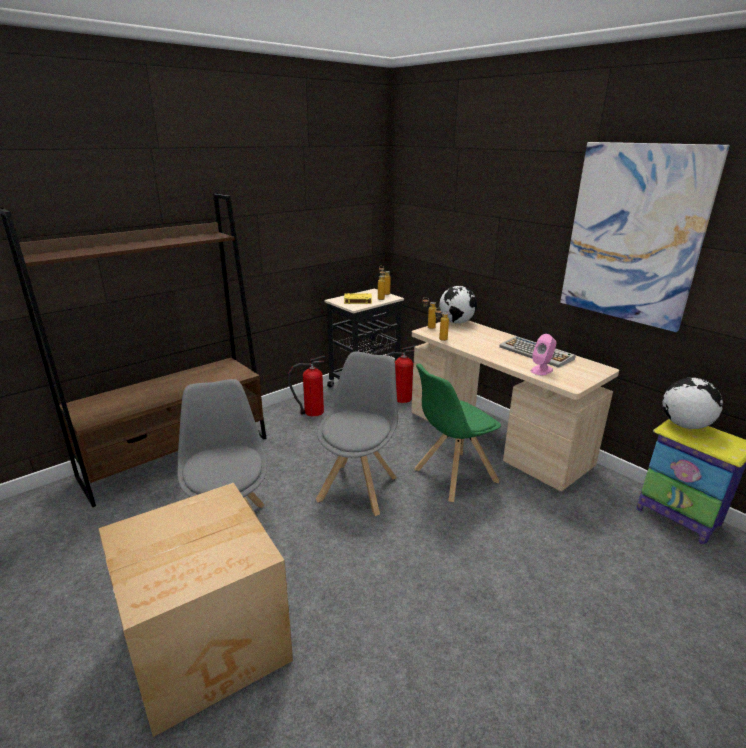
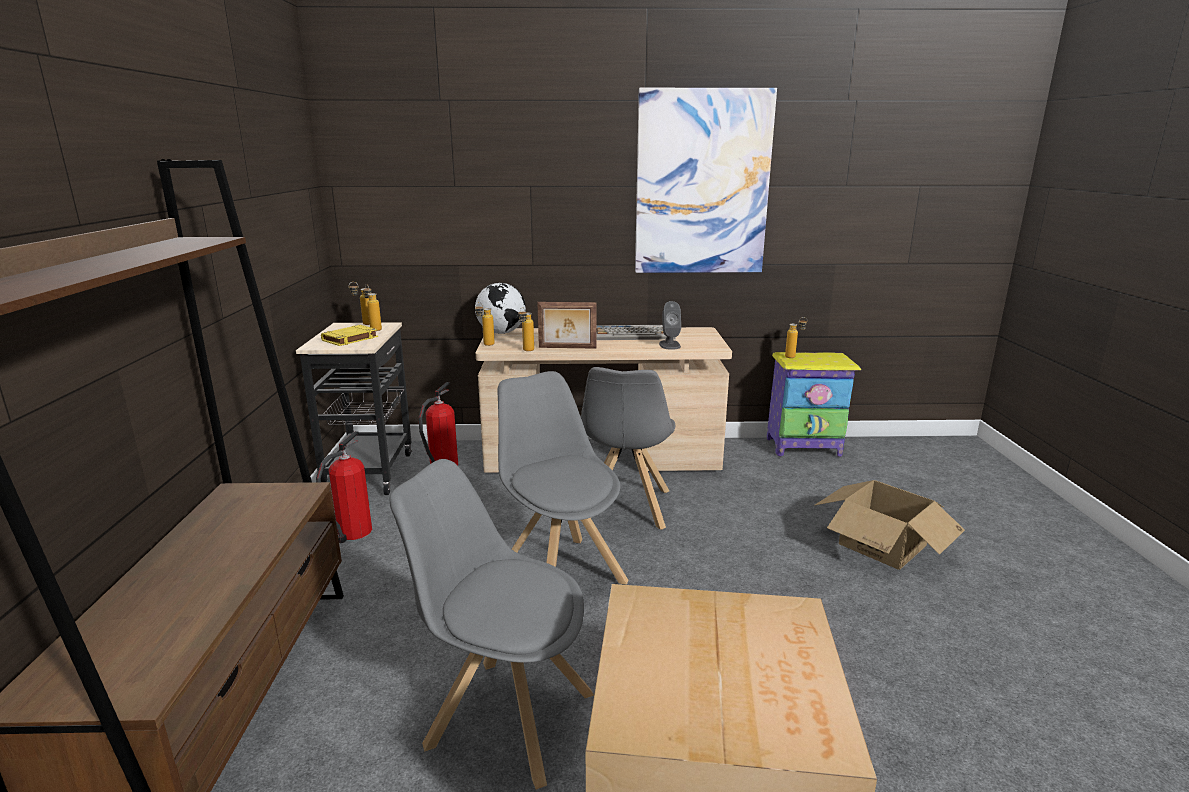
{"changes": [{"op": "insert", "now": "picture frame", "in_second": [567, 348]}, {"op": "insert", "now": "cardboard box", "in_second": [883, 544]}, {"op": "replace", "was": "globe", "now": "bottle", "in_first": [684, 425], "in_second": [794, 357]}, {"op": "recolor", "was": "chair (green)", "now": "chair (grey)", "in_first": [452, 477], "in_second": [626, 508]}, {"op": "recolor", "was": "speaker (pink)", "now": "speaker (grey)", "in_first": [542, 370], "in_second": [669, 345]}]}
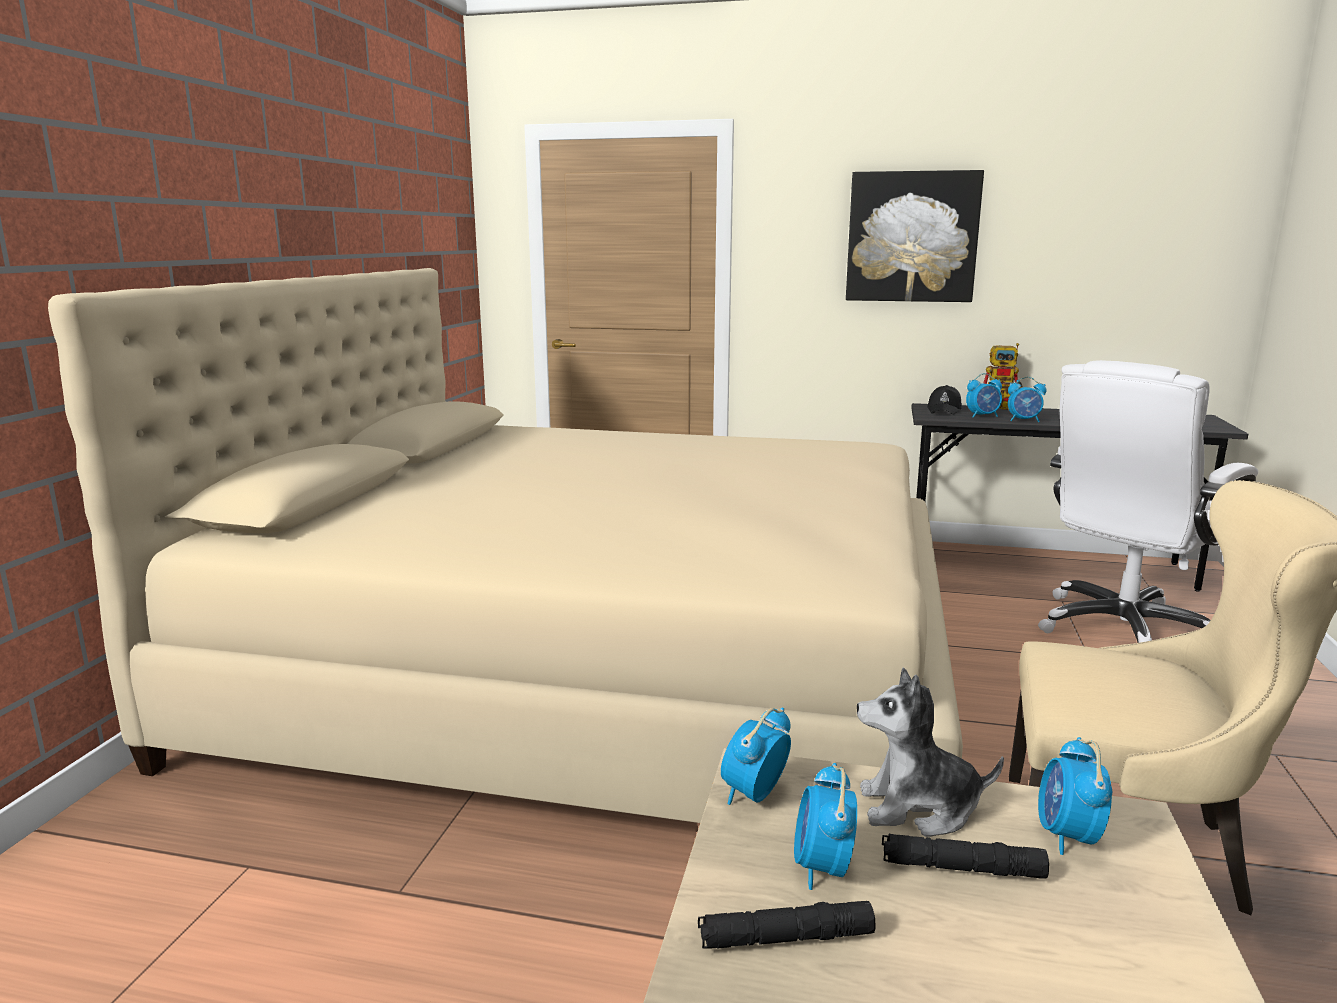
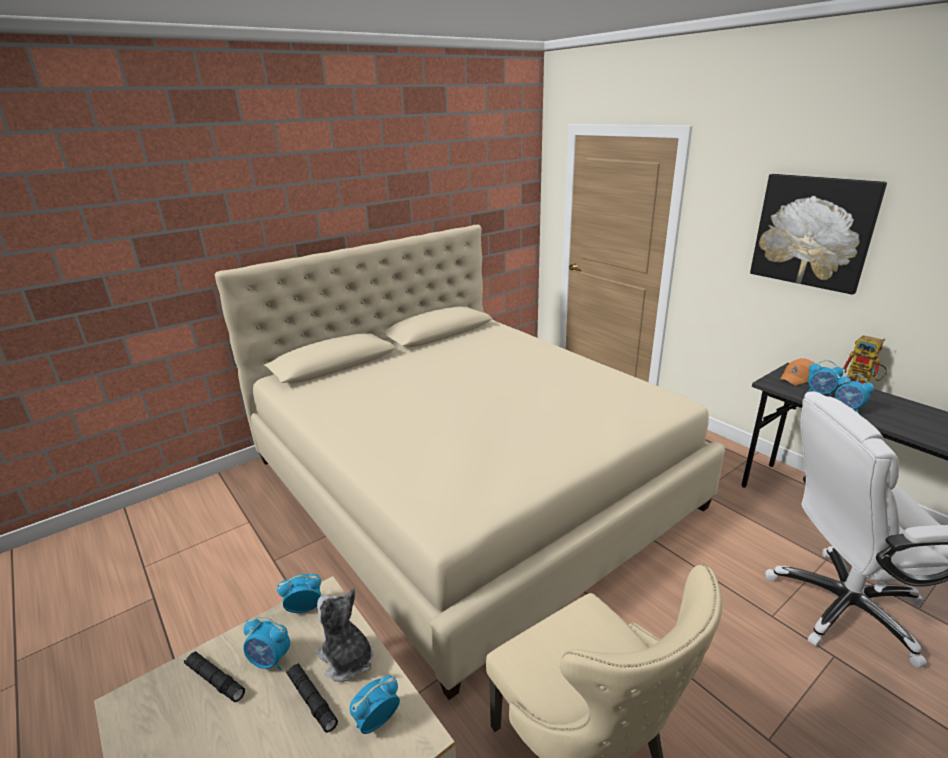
{"changes": [{"op": "recolor", "was": "cap (black)", "now": "cap (orange)", "in_first": [944, 410], "in_second": [799, 378]}, {"op": "rotate", "was": "alarm clock", "in_first": [822, 868], "in_second": [270, 660], "clockwise": -120}]}
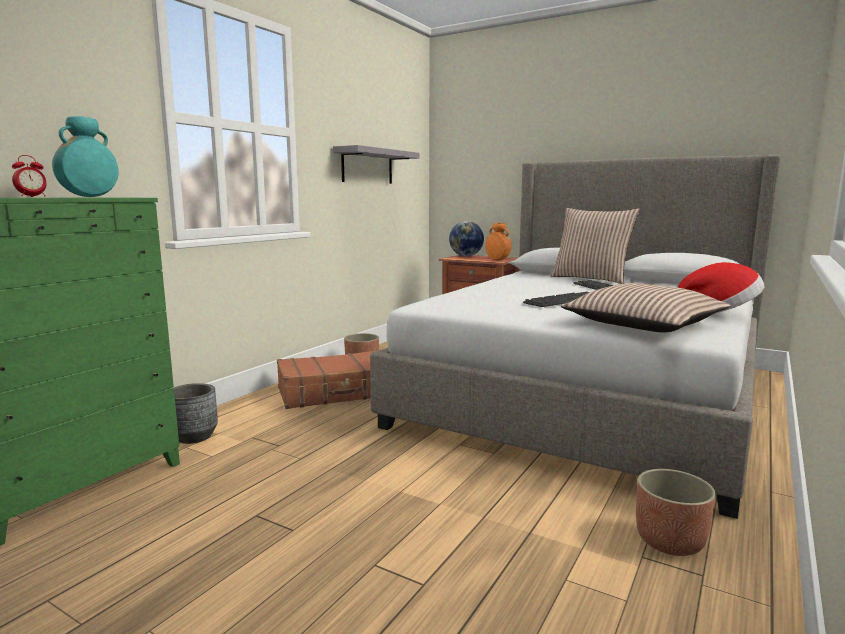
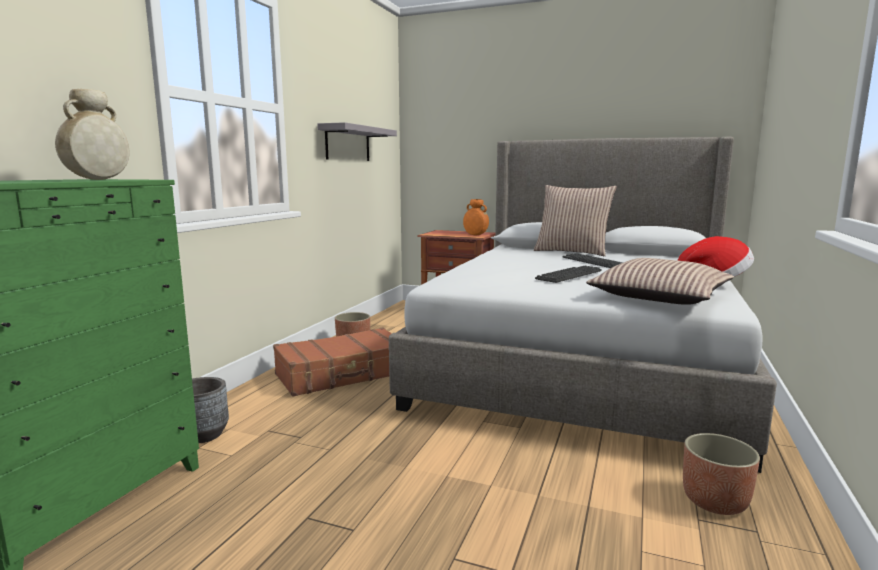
{"changes": [{"op": "delete", "was": "alarm clock", "in_first": [32, 197]}, {"op": "delete", "was": "globe", "in_first": [466, 256]}, {"op": "recolor", "was": "vase (turquoise)", "now": "vase (beige)", "in_first": [89, 197], "in_second": [98, 179]}]}
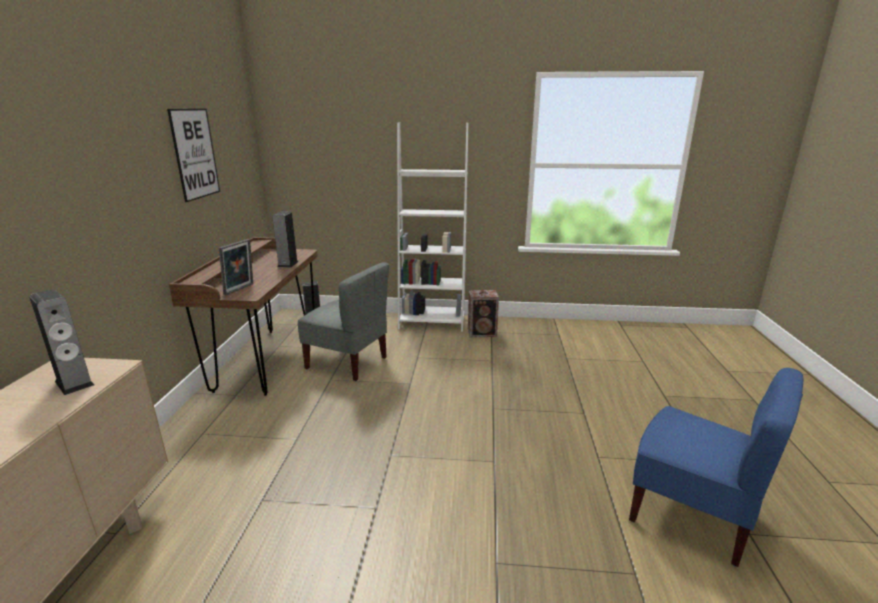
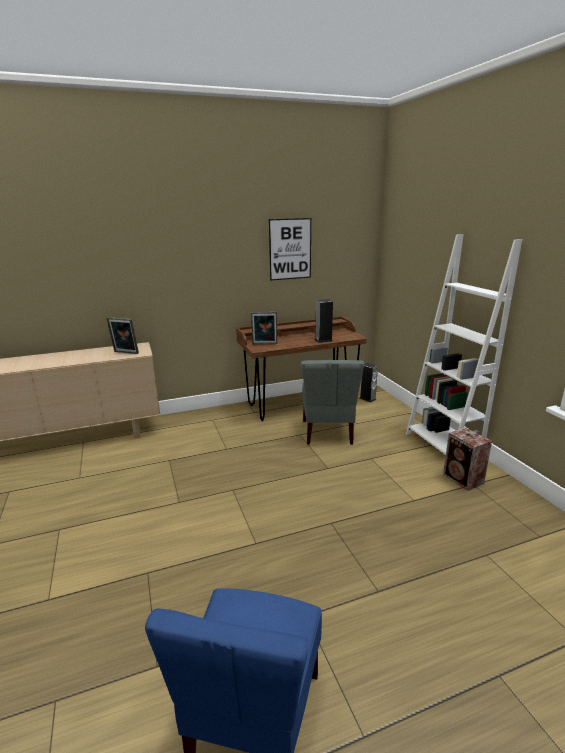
{"changes": [{"op": "replace", "was": "speaker", "now": "picture frame", "in_first": [74, 383], "in_second": [125, 353]}]}
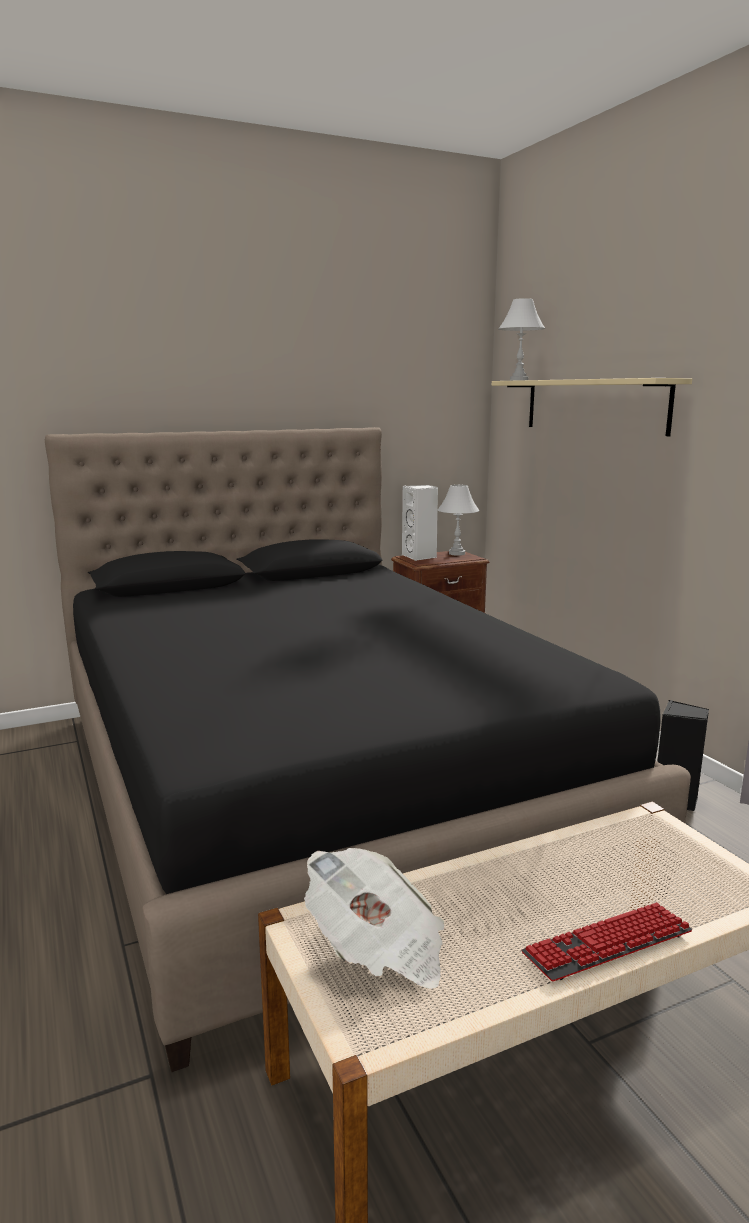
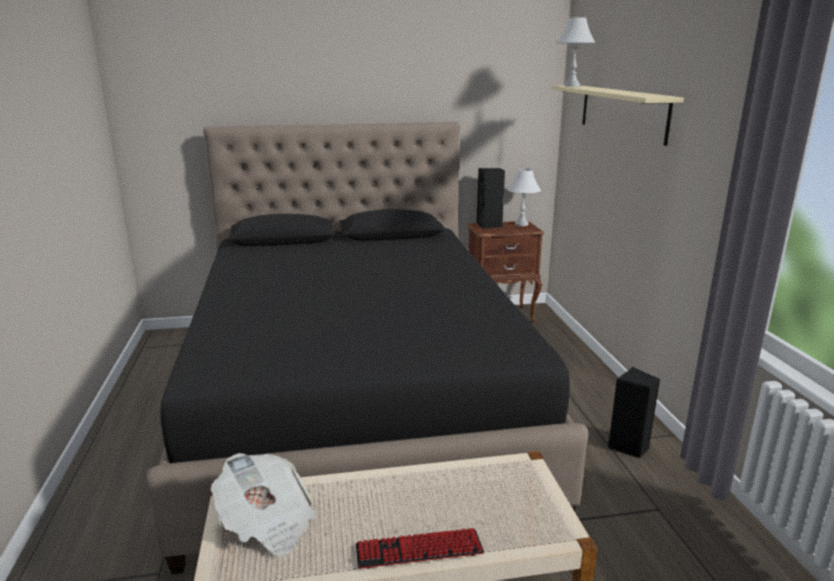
{"changes": [{"op": "recolor", "was": "speaker (white)", "now": "speaker (black)", "in_first": [420, 557], "in_second": [489, 225]}]}
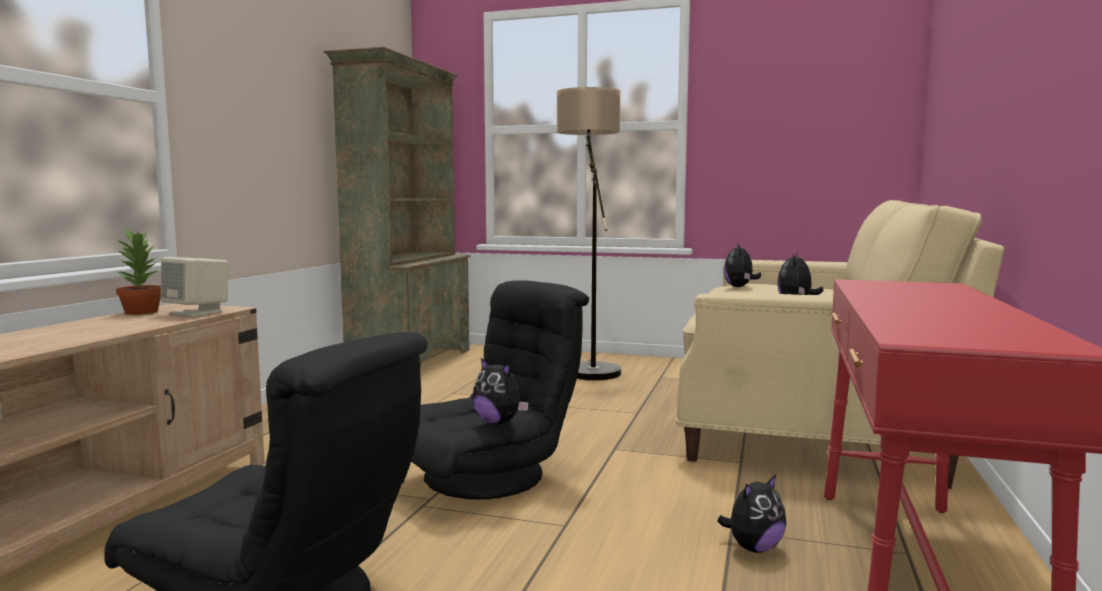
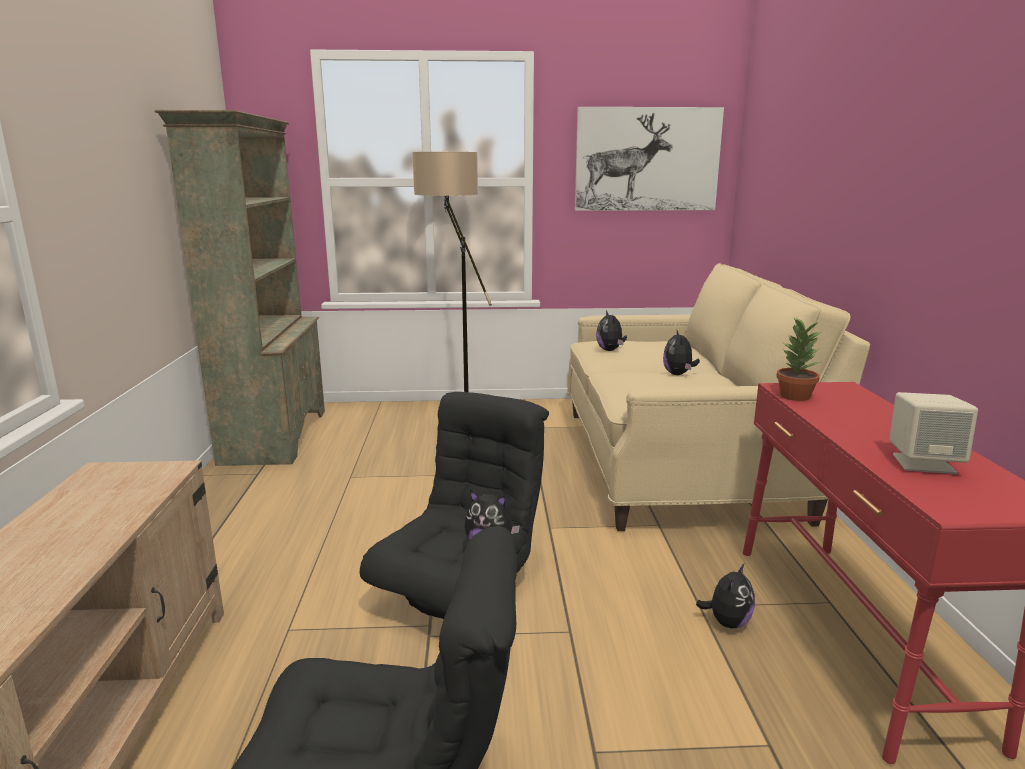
{"changes": [{"op": "insert", "now": "picture", "in_second": [647, 159]}, {"op": "move", "was": "potted plant", "in_first": [141, 312], "in_second": [794, 396]}, {"op": "move", "was": "speaker (beige)", "in_first": [197, 313], "in_second": [923, 463]}]}
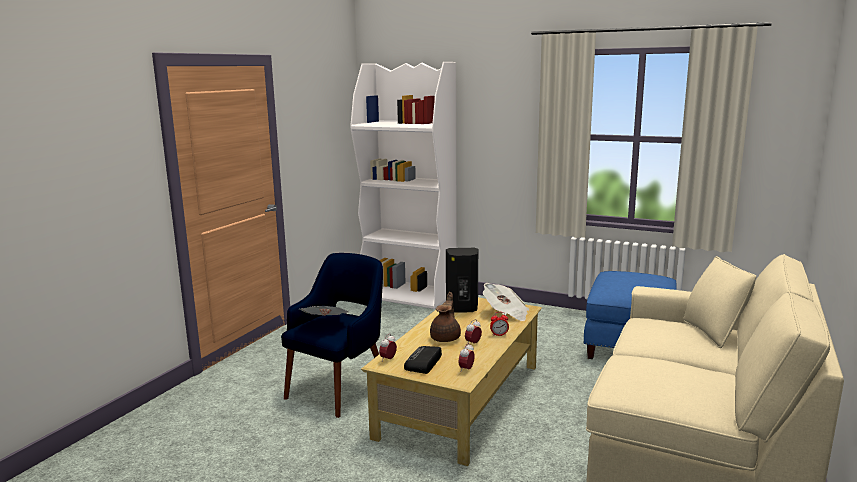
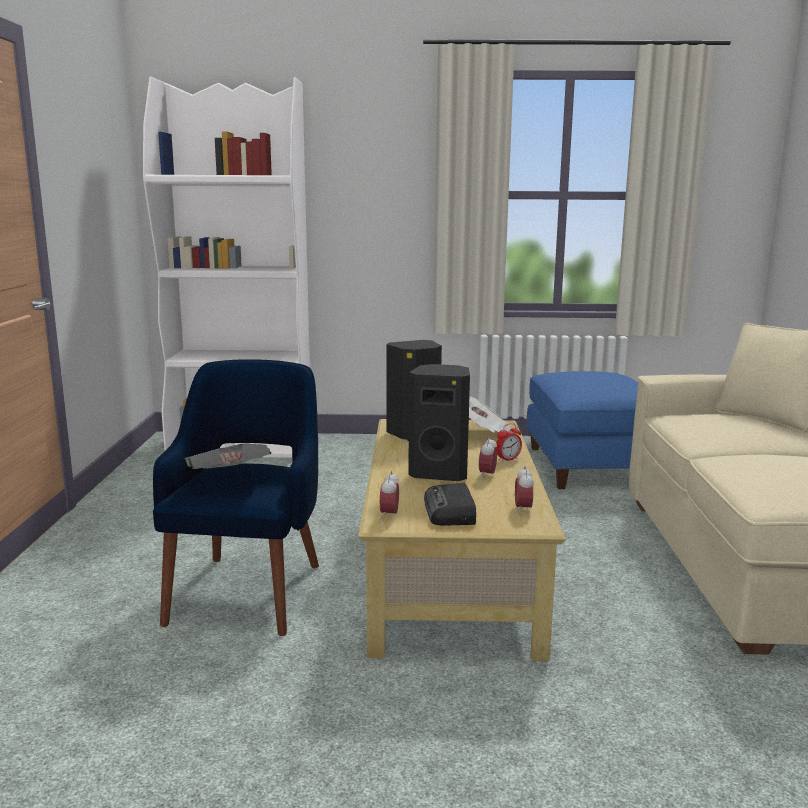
{"changes": [{"op": "replace", "was": "teapot (brown)", "now": "speaker (black)", "in_first": [446, 338], "in_second": [440, 473]}]}
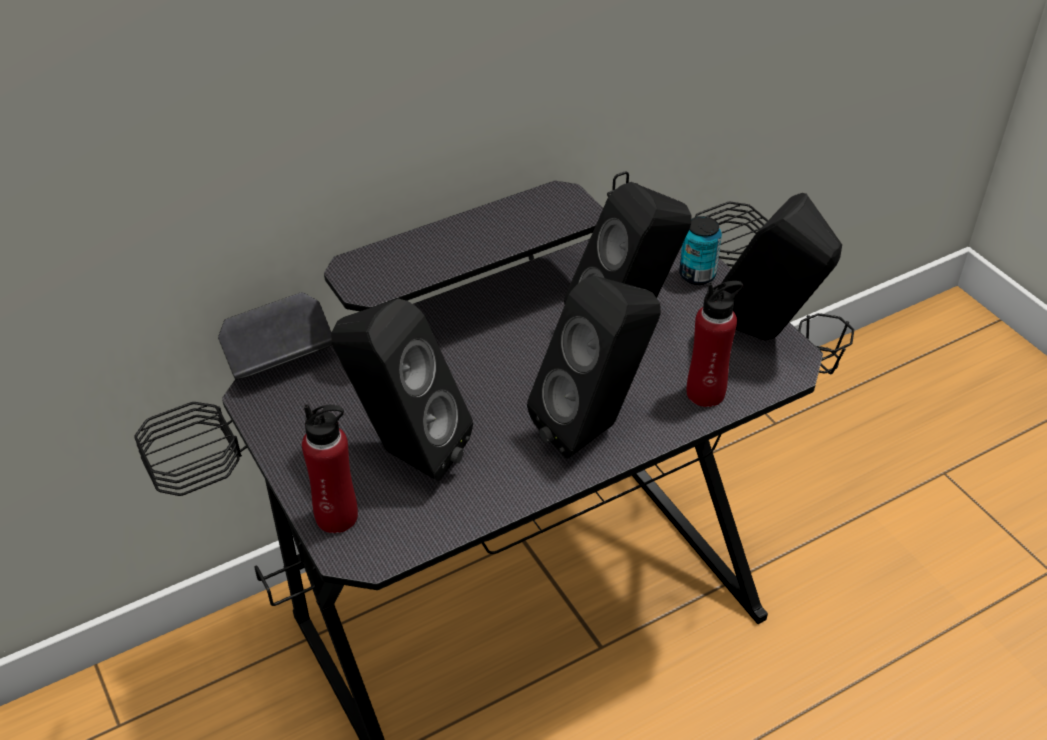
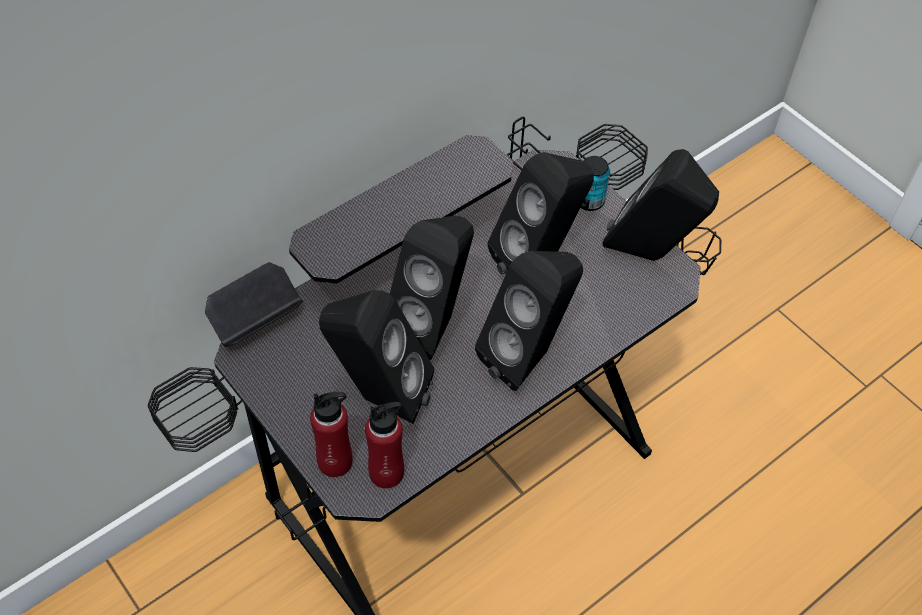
{"changes": [{"op": "insert", "now": "speaker (black)", "in_second": [434, 325]}, {"op": "move", "was": "bottle (red)", "in_first": [705, 393], "in_second": [386, 473]}]}
